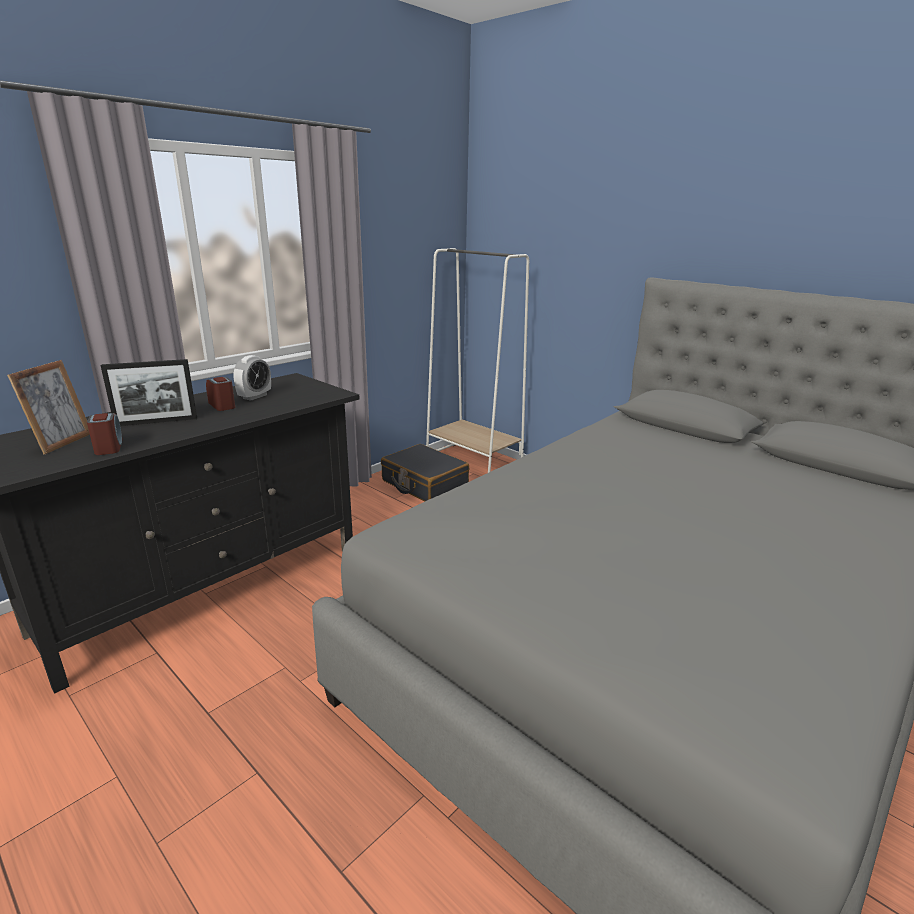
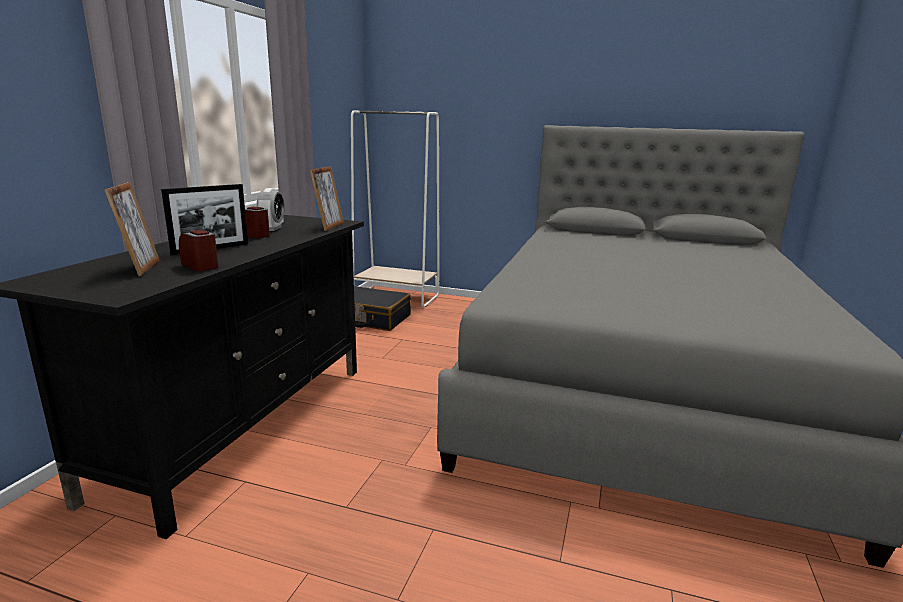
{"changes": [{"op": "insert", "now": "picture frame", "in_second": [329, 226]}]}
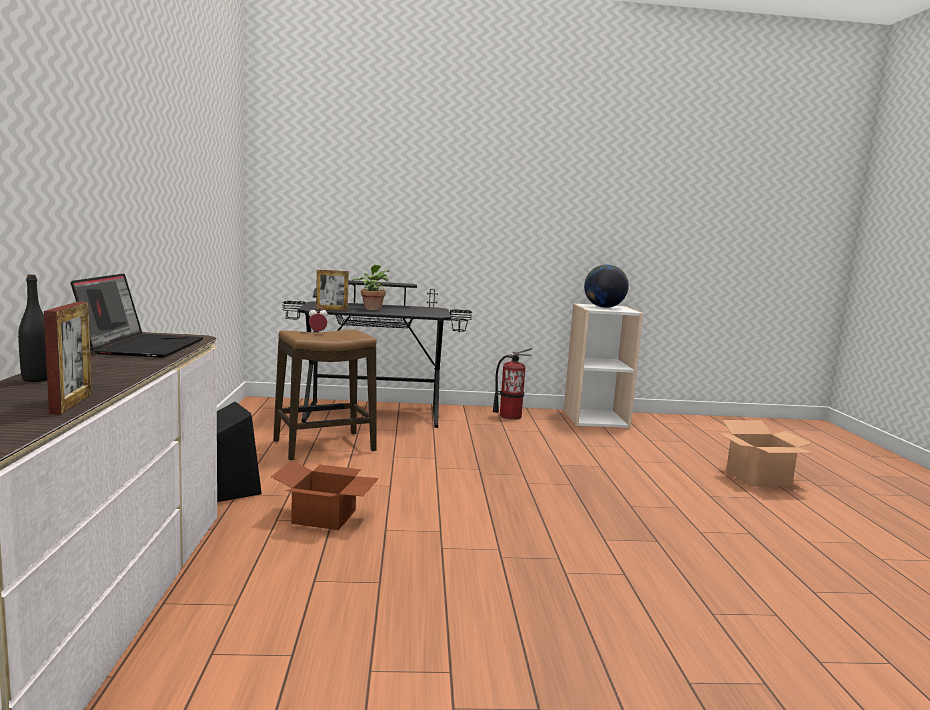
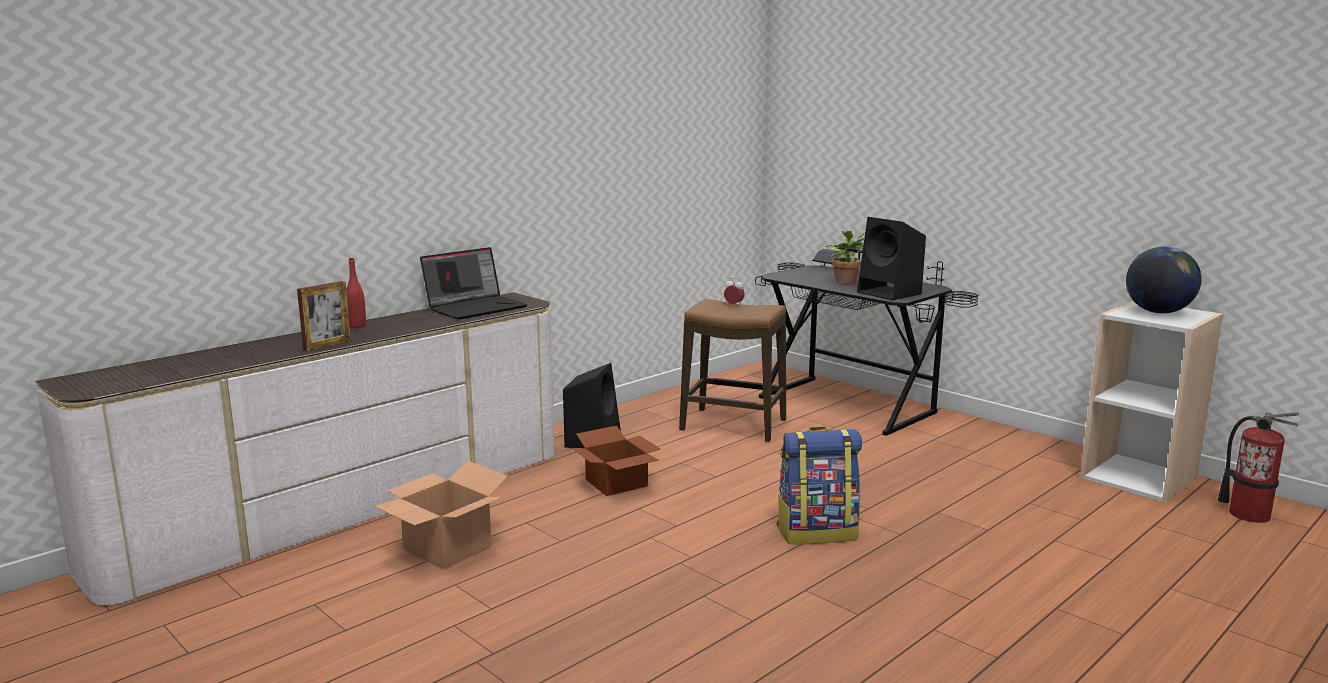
{"changes": [{"op": "delete", "was": "picture frame", "in_first": [331, 309]}, {"op": "insert", "now": "backpack", "in_second": [817, 532]}, {"op": "insert", "now": "speaker (black)", "in_second": [891, 293]}, {"op": "move", "was": "fire extinguisher", "in_first": [510, 416], "in_second": [1248, 514]}, {"op": "move", "was": "cardboard box", "in_first": [758, 478], "in_second": [449, 548]}, {"op": "recolor", "was": "bottle (black)", "now": "bottle (red)", "in_first": [37, 379], "in_second": [357, 326]}]}
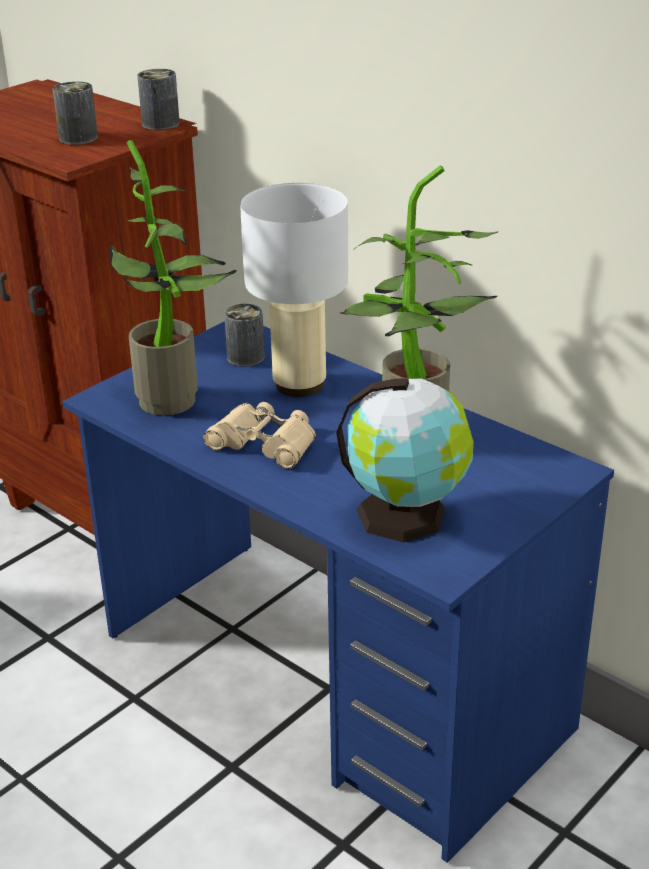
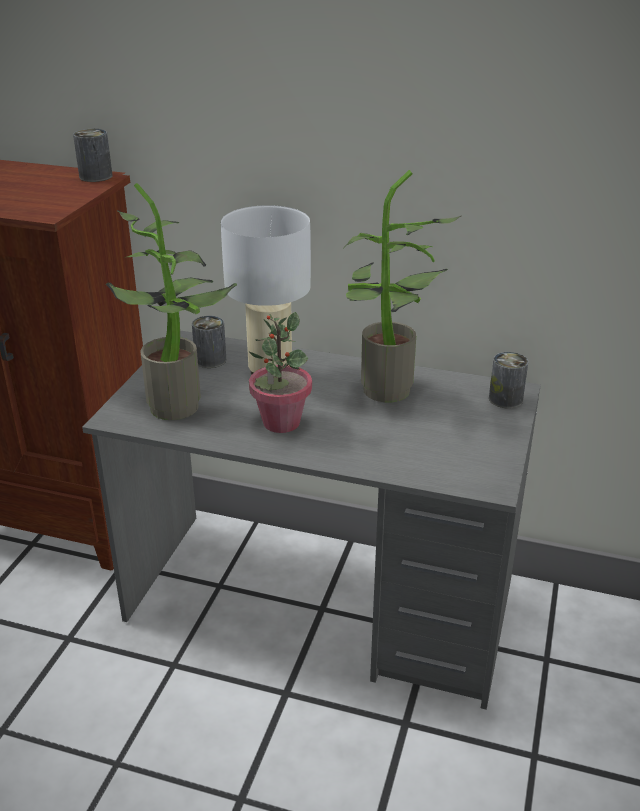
{"changes": [{"op": "delete", "was": "globe", "in_first": [406, 515]}, {"op": "move", "was": "can", "in_first": [78, 138], "in_second": [505, 399]}, {"op": "replace", "was": "binoculars (beige)", "now": "potted plant", "in_first": [264, 443], "in_second": [281, 422]}, {"op": "recolor", "was": "desk (blue)", "now": "desk (grey)", "in_first": [331, 682], "in_second": [321, 604]}]}
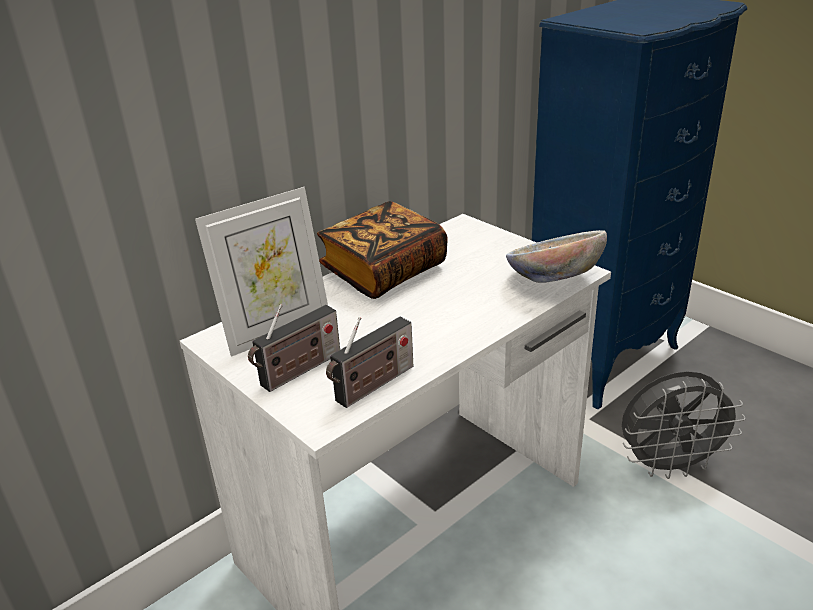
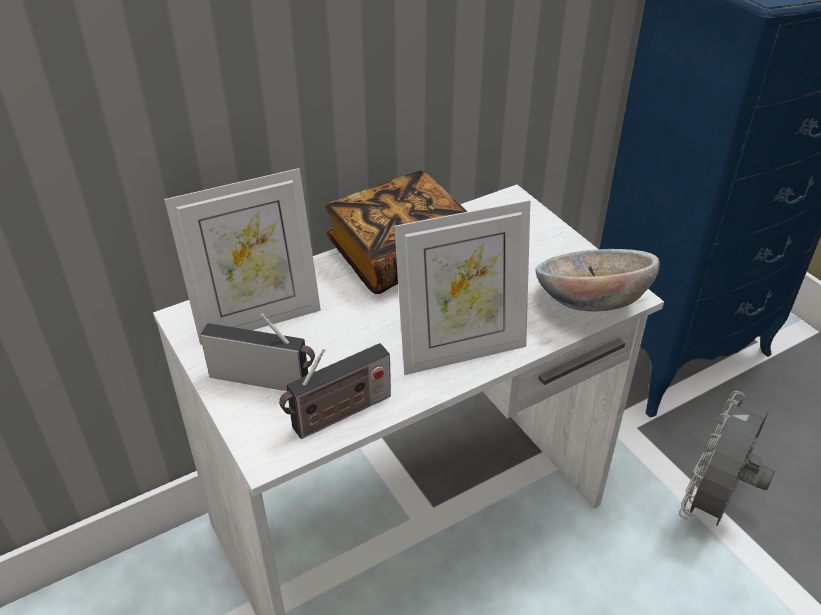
{"changes": [{"op": "insert", "now": "picture frame", "in_second": [461, 351]}, {"op": "rotate", "was": "radio", "in_first": [298, 371], "in_second": [265, 379], "clockwise": -135}, {"op": "rotate", "was": "fan (grey)", "in_first": [669, 466], "in_second": [713, 505], "clockwise": 120}]}
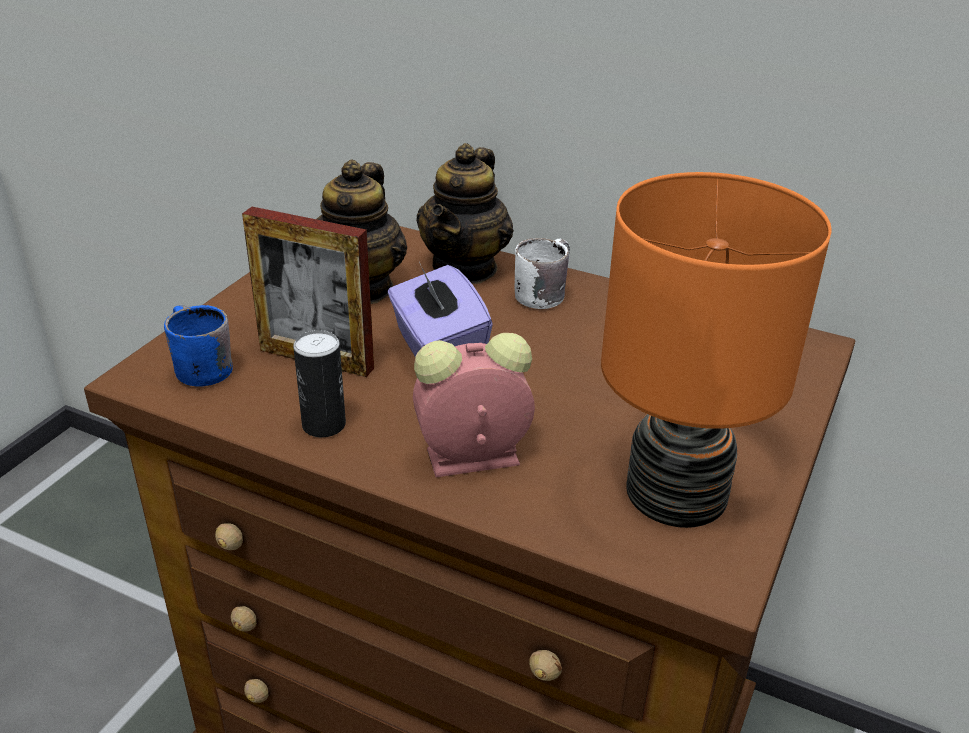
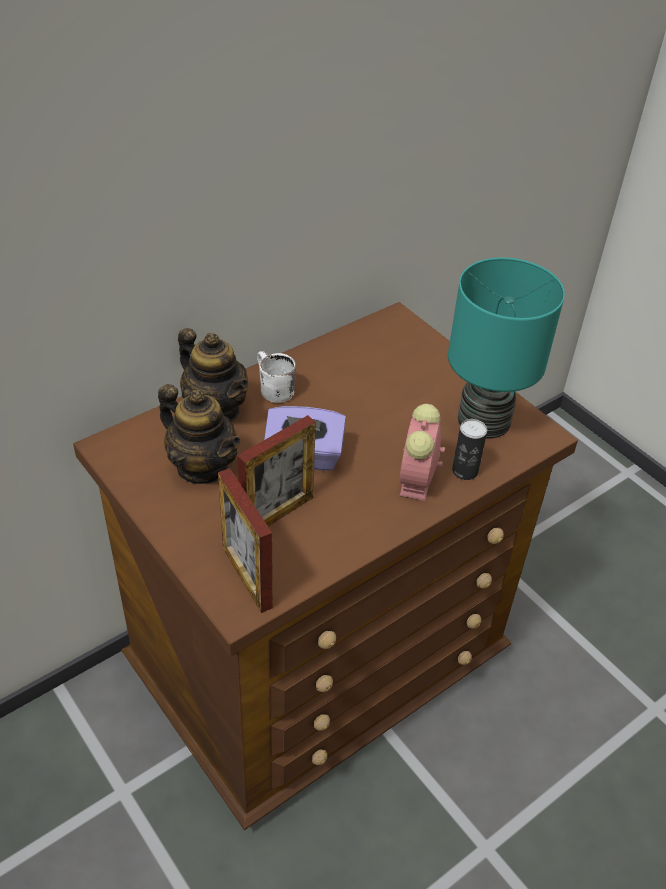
{"changes": [{"op": "move", "was": "can", "in_first": [324, 425], "in_second": [465, 471]}, {"op": "replace", "was": "mug (blue)", "now": "picture frame", "in_first": [195, 368], "in_second": [247, 577]}, {"op": "recolor", "was": "table lamp (orange)", "now": "table lamp (turquoise)", "in_first": [676, 494], "in_second": [484, 421]}]}
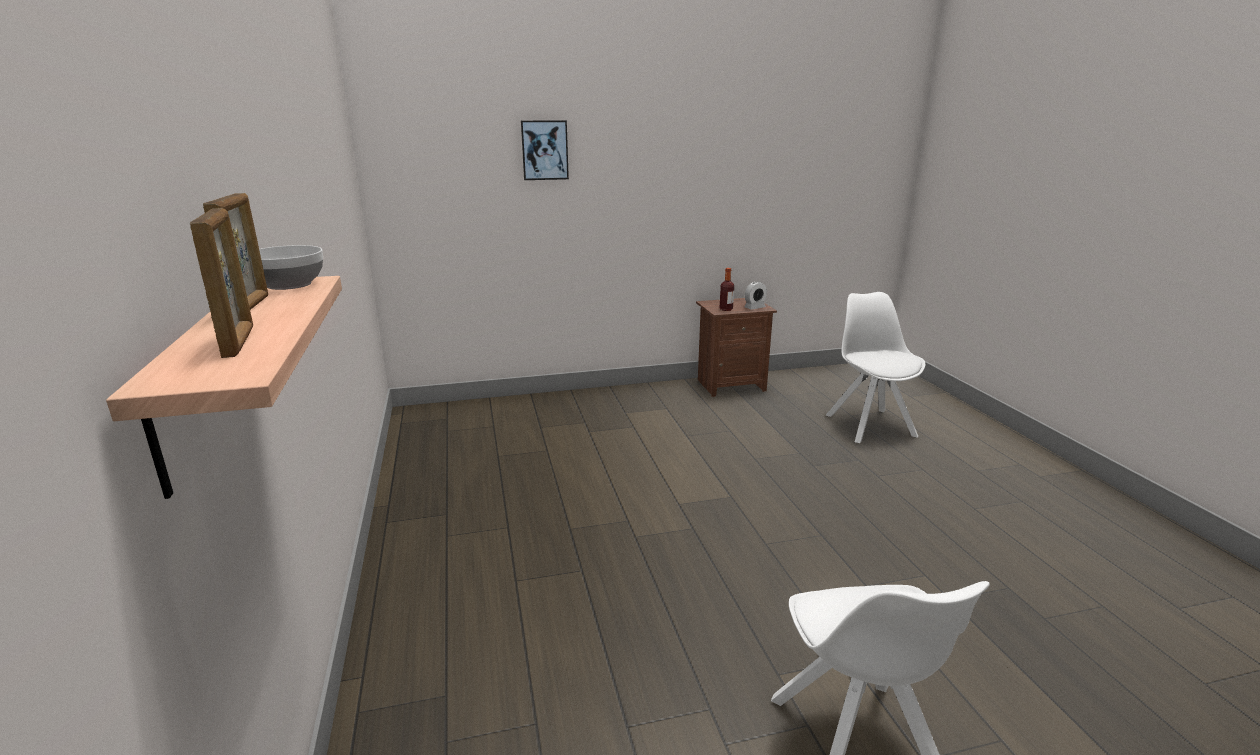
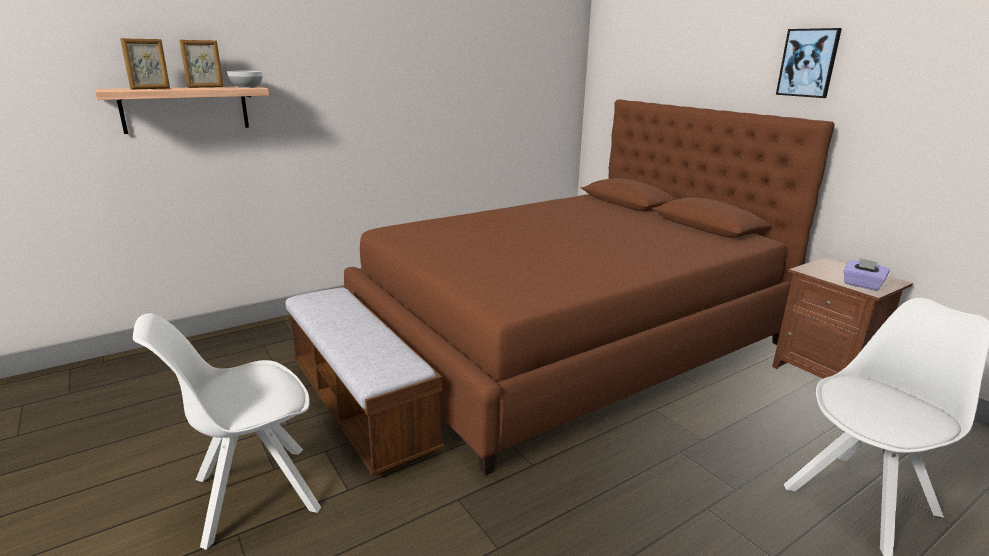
{"changes": [{"op": "delete", "was": "bottle", "in_first": [726, 309]}, {"op": "insert", "now": "bench", "in_second": [360, 405]}, {"op": "insert", "now": "bed (brown)", "in_second": [567, 338]}, {"op": "move", "was": "picture", "in_first": [544, 150], "in_second": [808, 63]}, {"op": "replace", "was": "alarm clock", "now": "tissue box (purple)", "in_first": [754, 307], "in_second": [862, 285]}]}
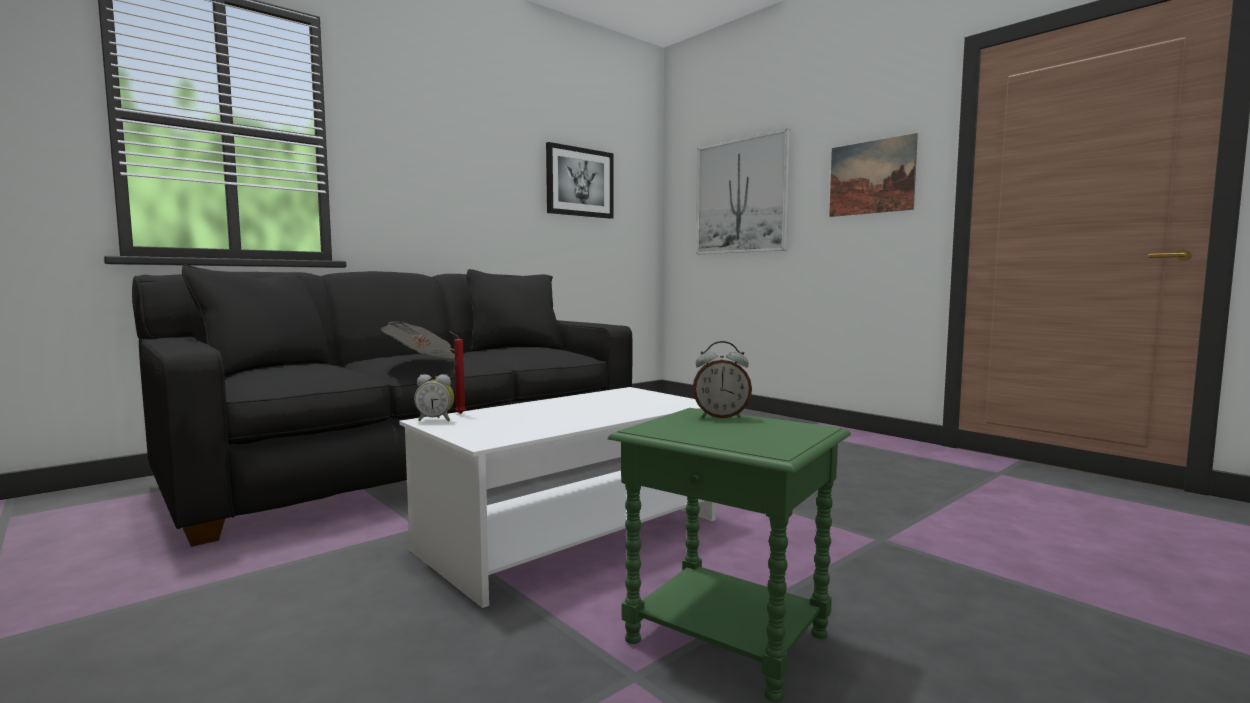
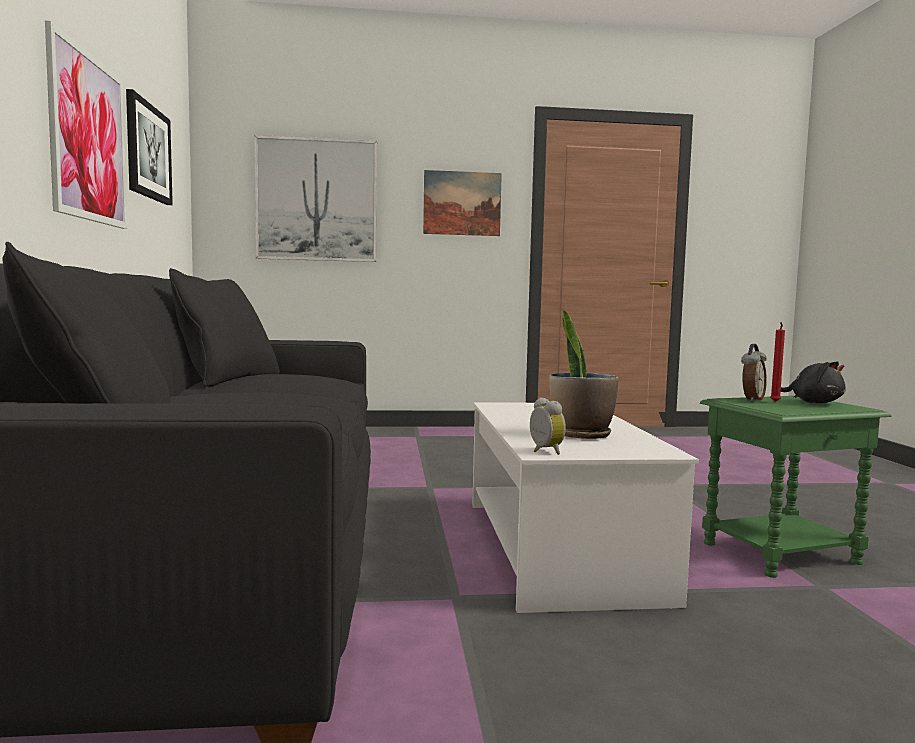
{"changes": [{"op": "delete", "was": "newspaper", "in_first": [423, 361]}, {"op": "insert", "now": "picture", "in_second": [88, 138]}, {"op": "insert", "now": "potted plant", "in_second": [581, 434]}, {"op": "insert", "now": "plush toy (black)", "in_second": [812, 402]}, {"op": "move", "was": "candle (red)", "in_first": [458, 414], "in_second": [775, 402]}, {"op": "rotate", "was": "alarm clock", "in_first": [435, 420], "in_second": [544, 451], "clockwise": -60}]}
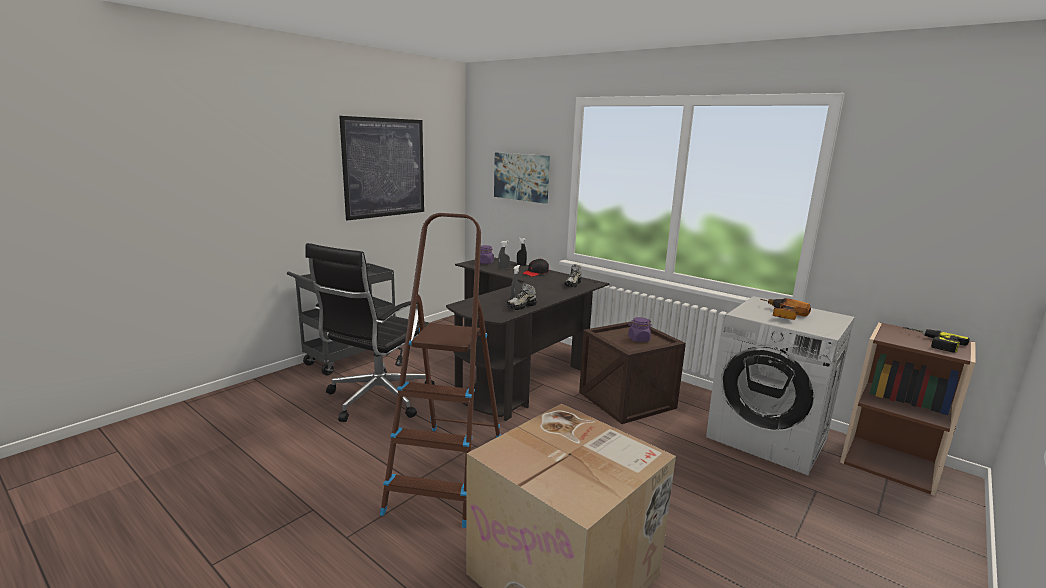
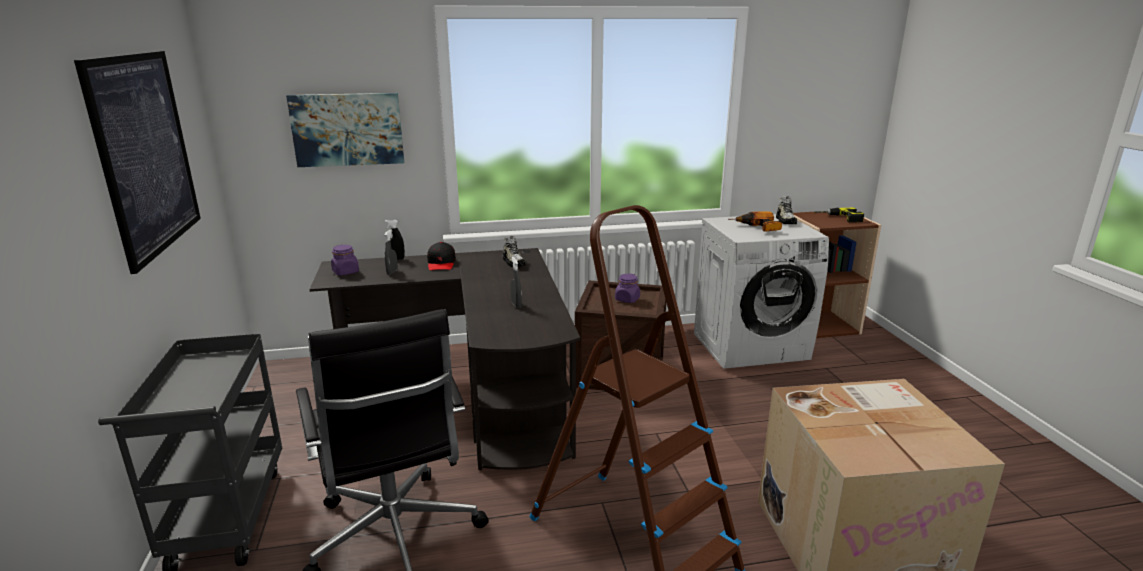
{"changes": [{"op": "move", "was": "shoe", "in_first": [521, 306], "in_second": [785, 221]}]}
